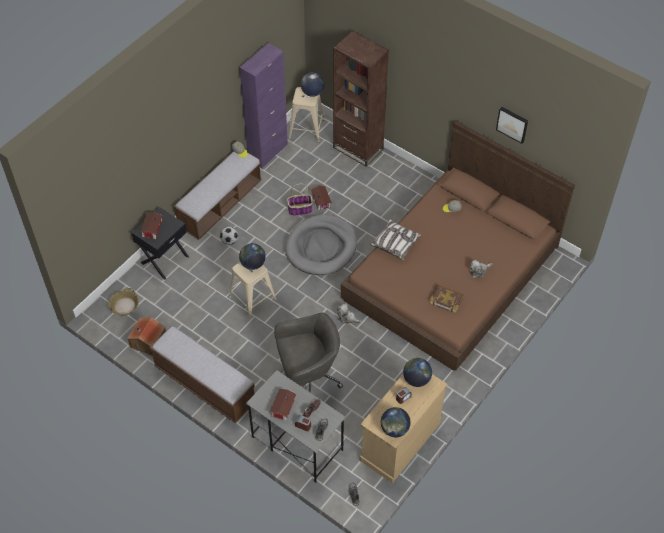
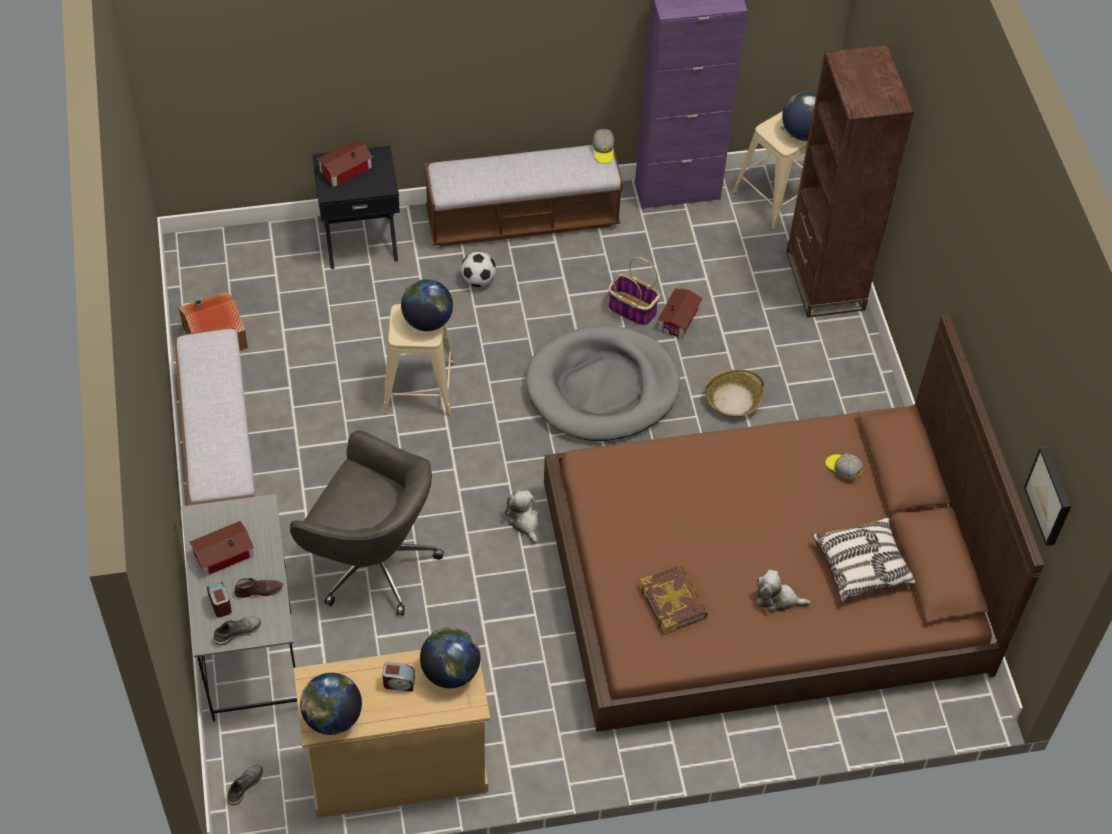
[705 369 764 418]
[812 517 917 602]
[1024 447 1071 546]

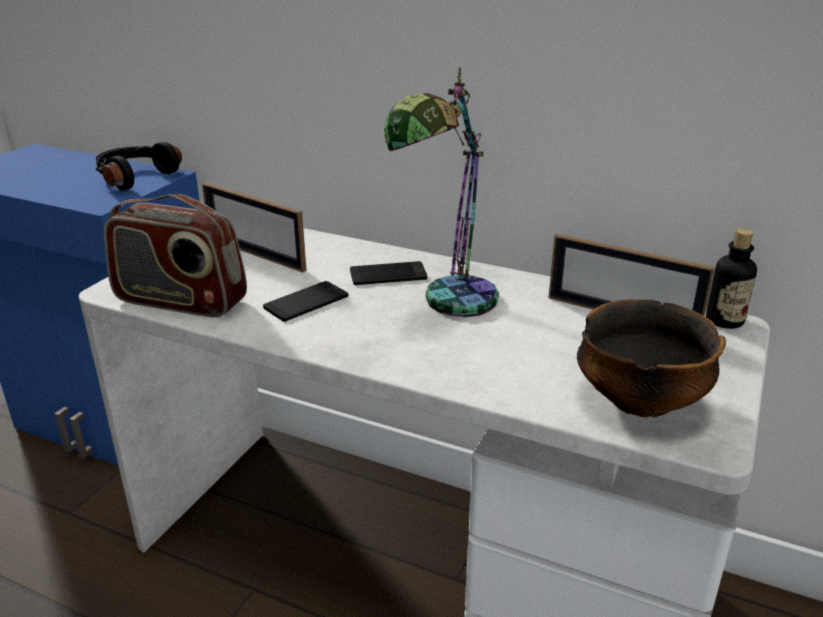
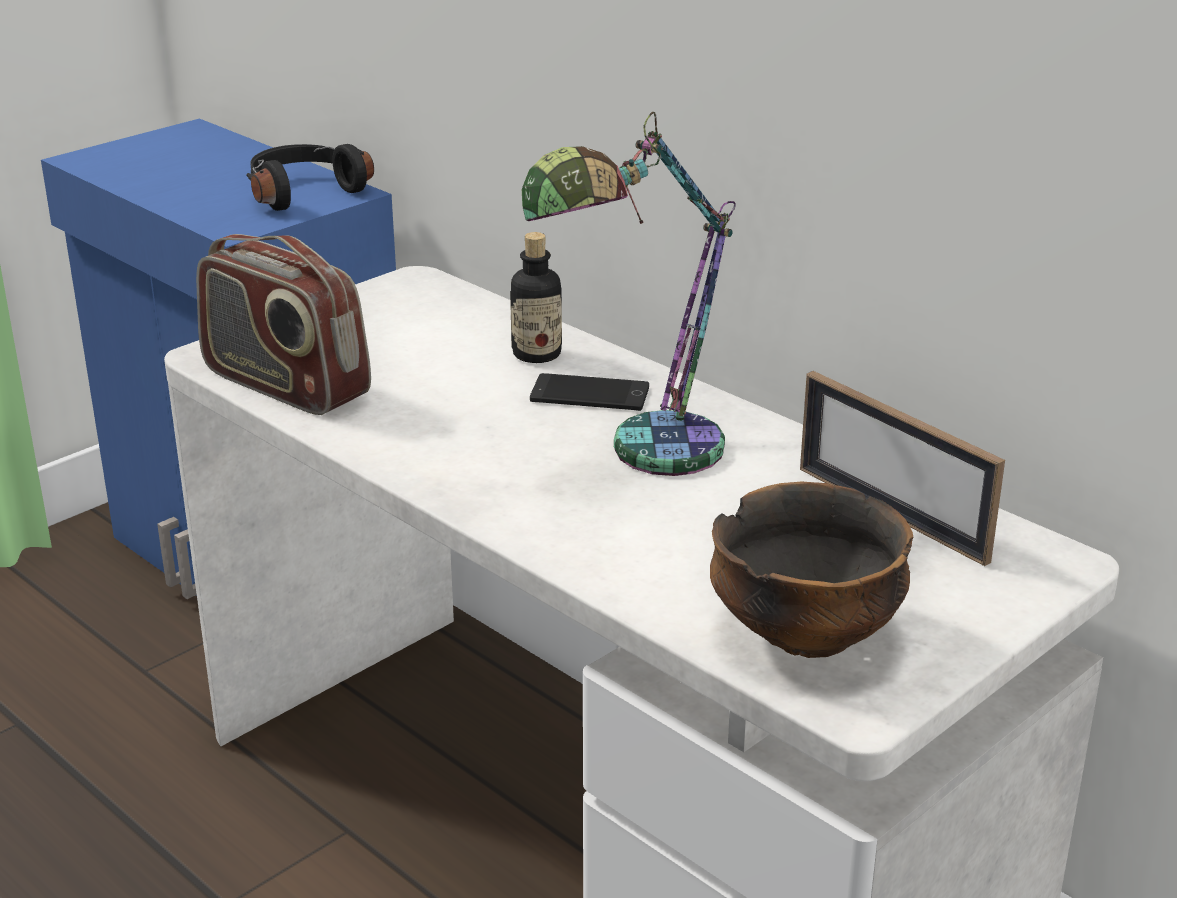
[202 182 306 273] (first image)
[263 281 349 322] (first image)
[510 232 562 363]

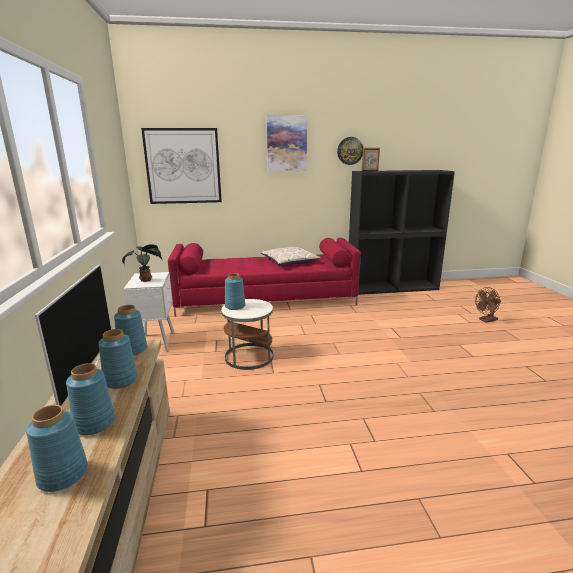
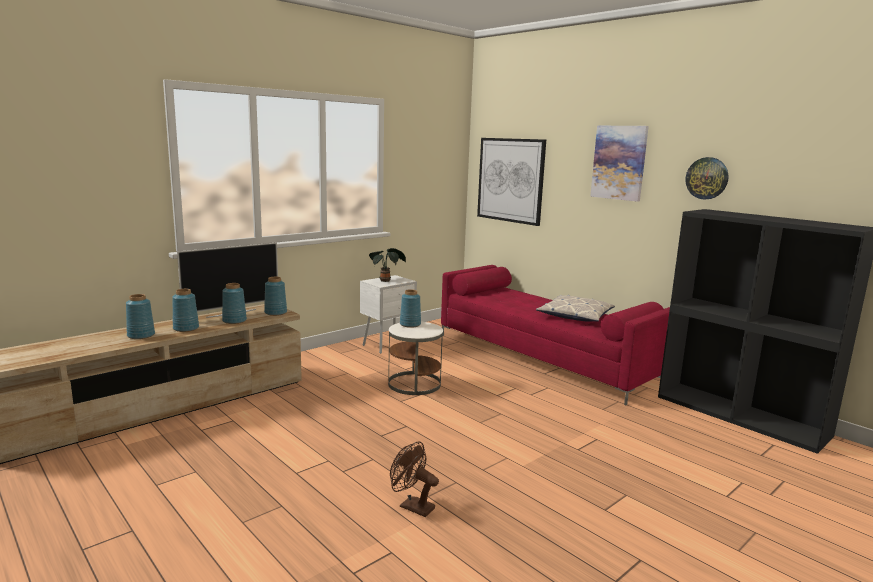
[362 148 380 171] (first image)
[390 442 439 517]

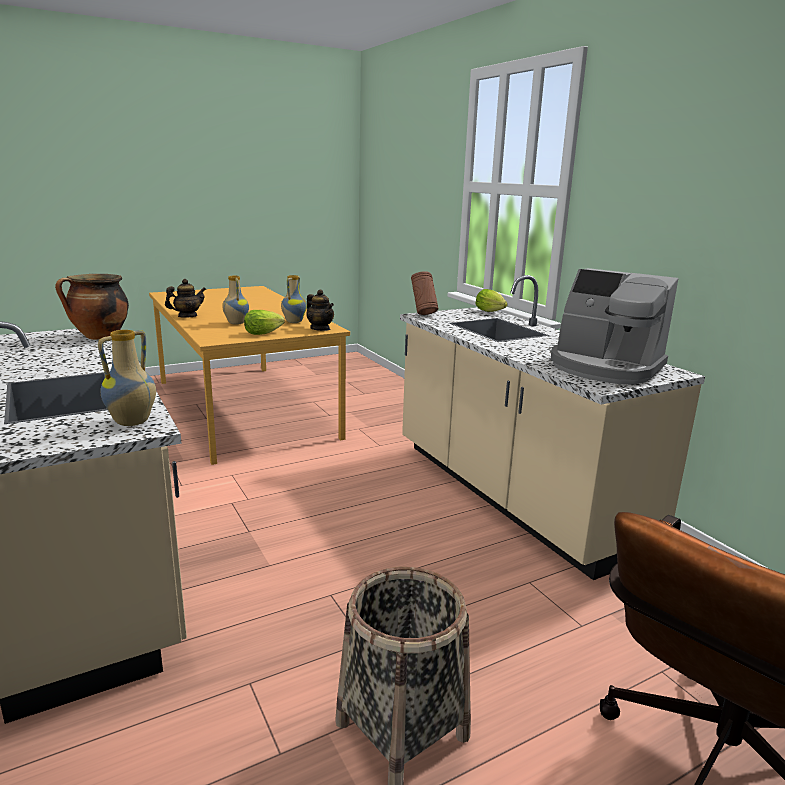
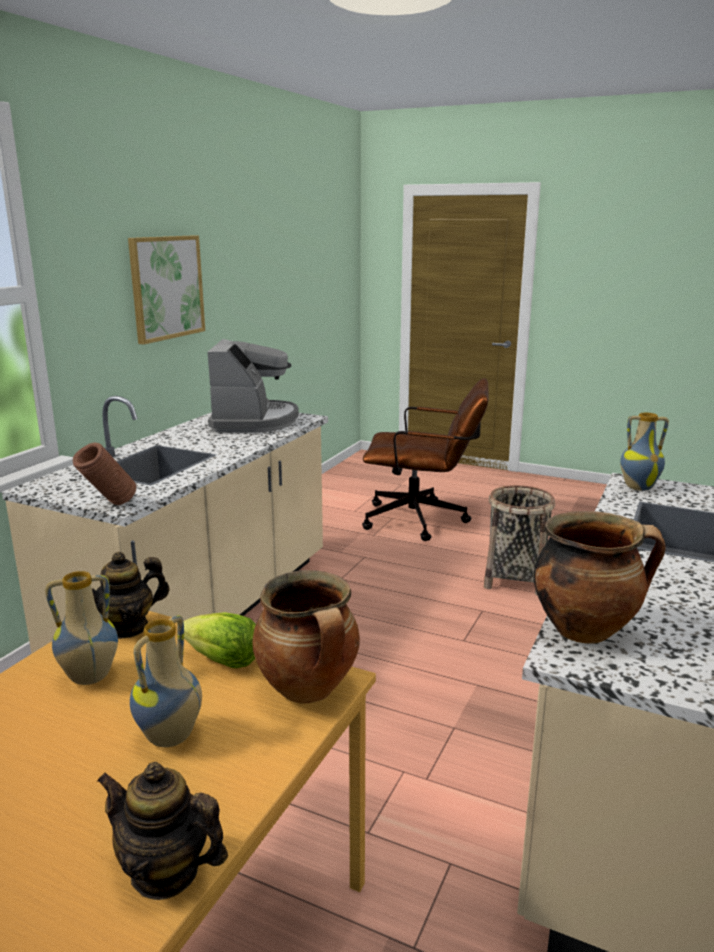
[92 552 170 639]
[475 289 508 312] (first image)
[128 235 205 344]
[252 570 360 704]

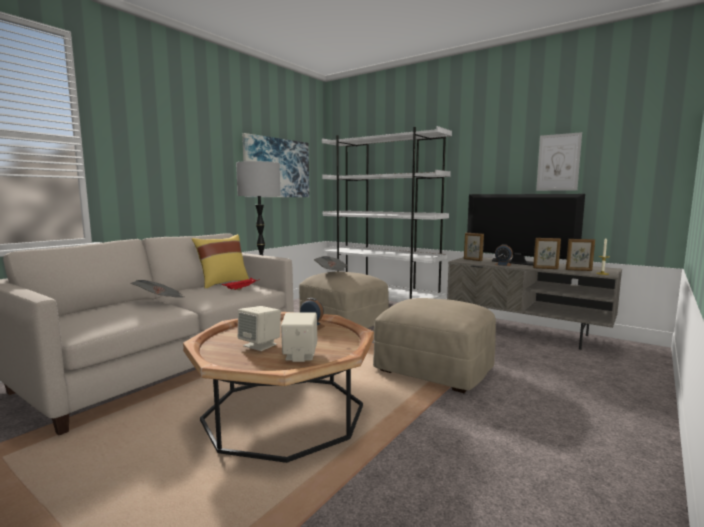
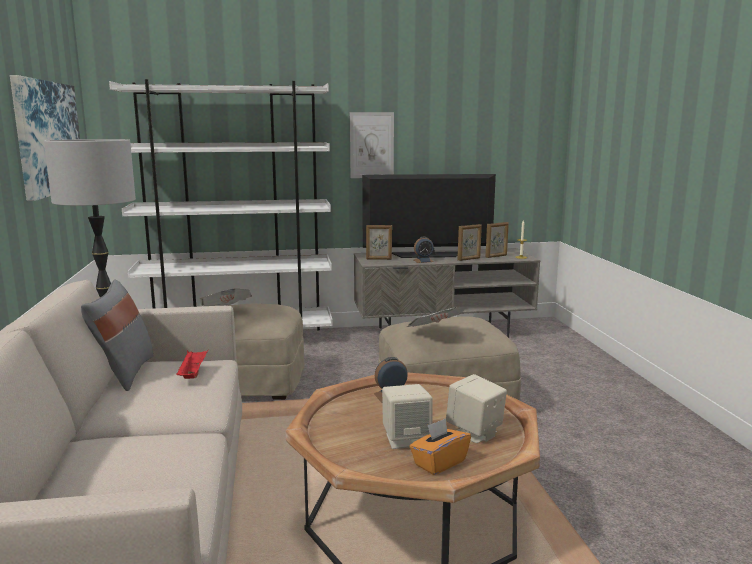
[407 307 467 327]
[81 280 153 391]
[350 112 394 178]
[409 418 471 475]

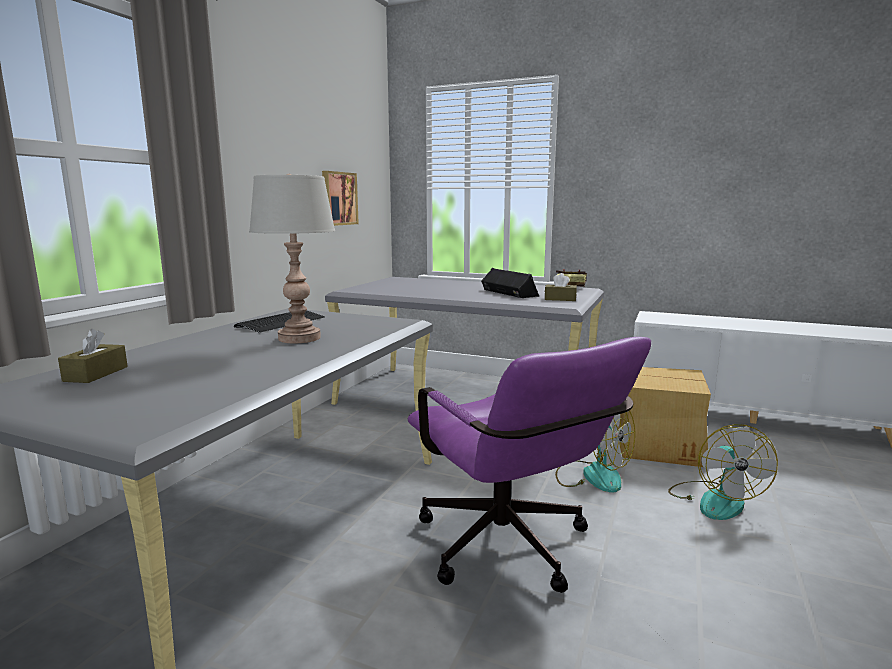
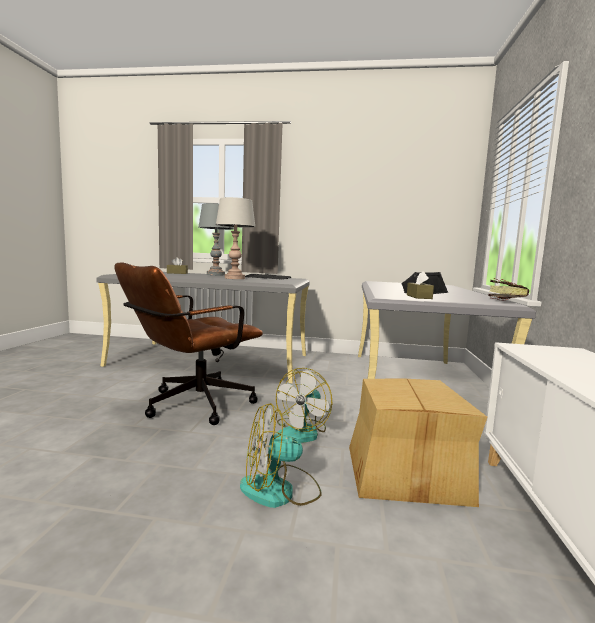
[322 171 359 226] (first image)
[114 262 263 425]
[198 203 234 275]

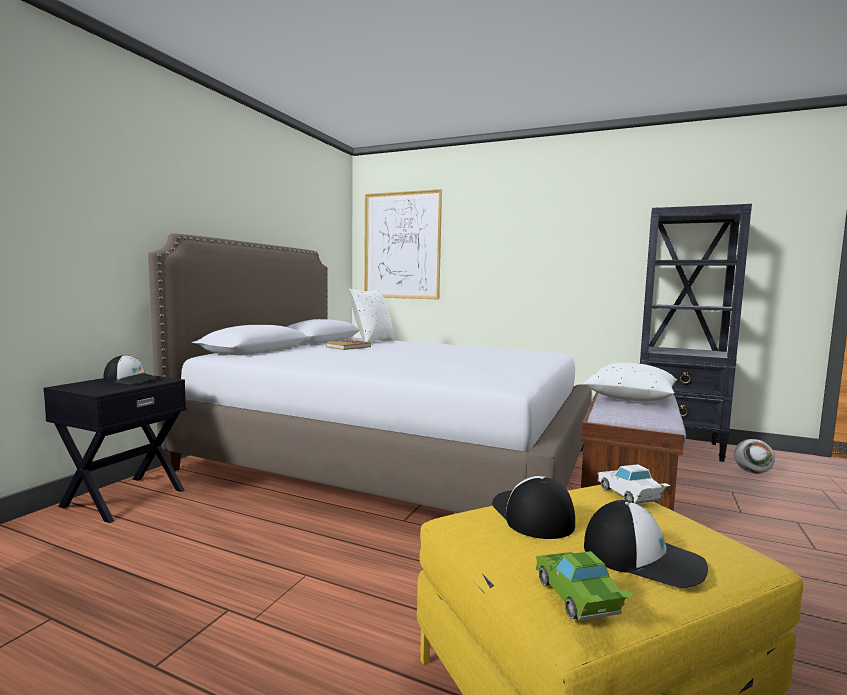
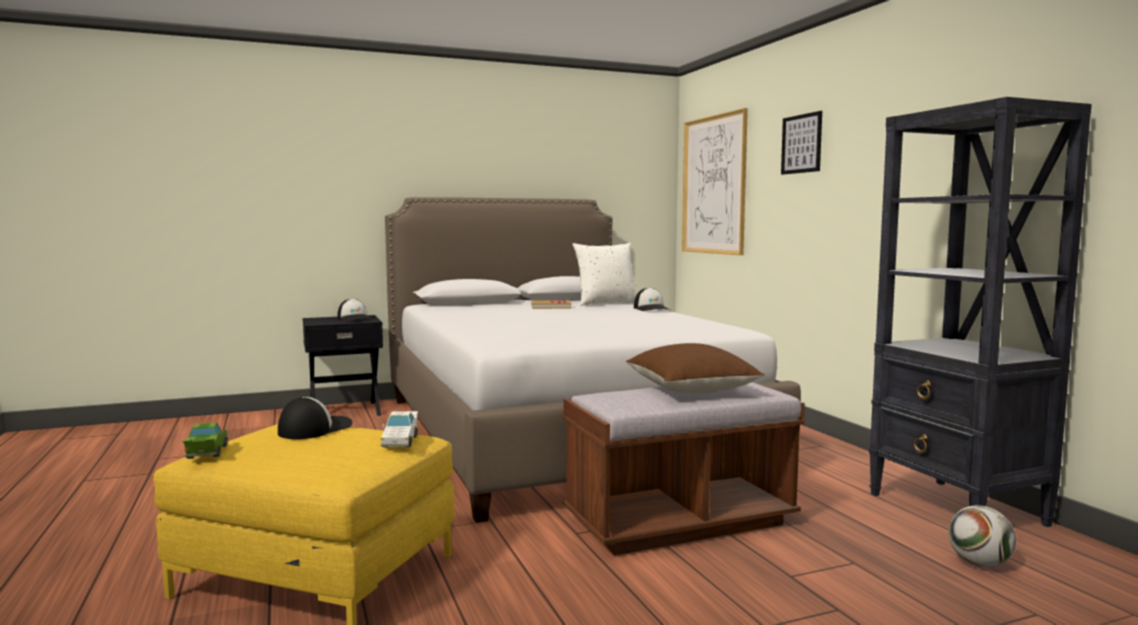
[182 423 228 459]
[626 343 765 394]
[634 288 670 311]
[380 411 418 447]
[781 111 822 175]

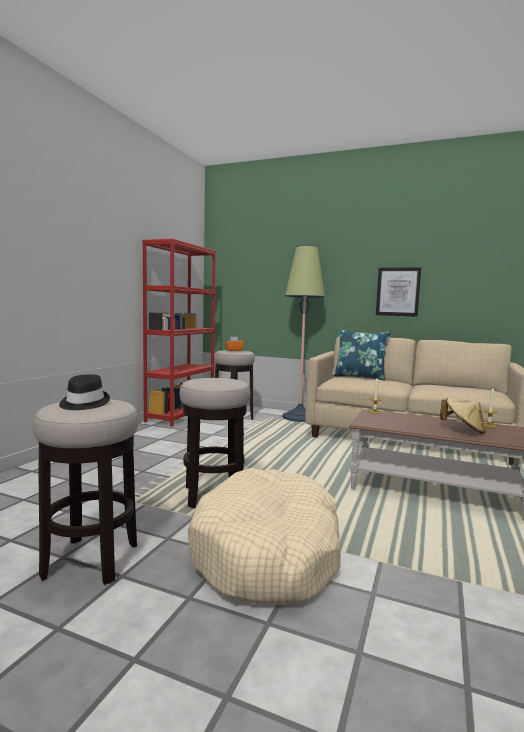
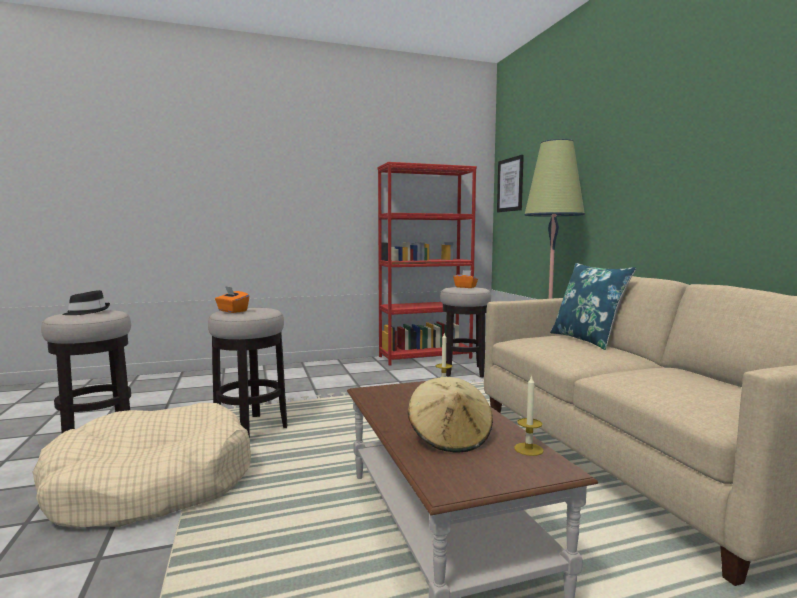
[497 155 524 212]
[215 286 249 313]

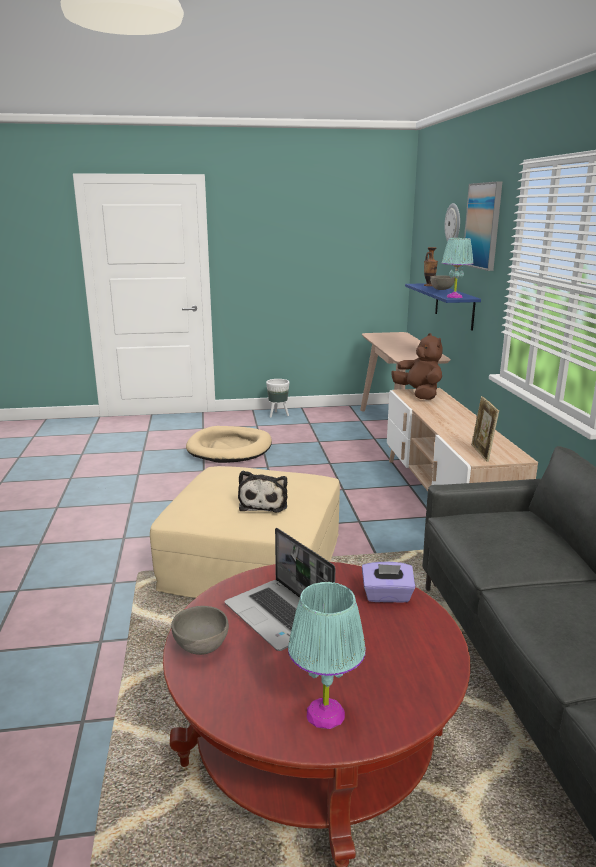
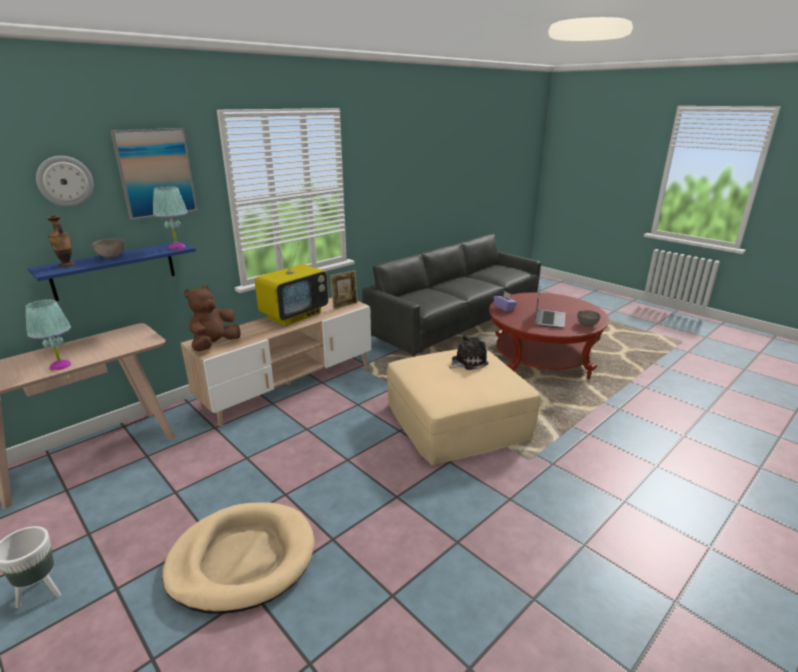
[25 299 71 370]
[255 243 329 326]

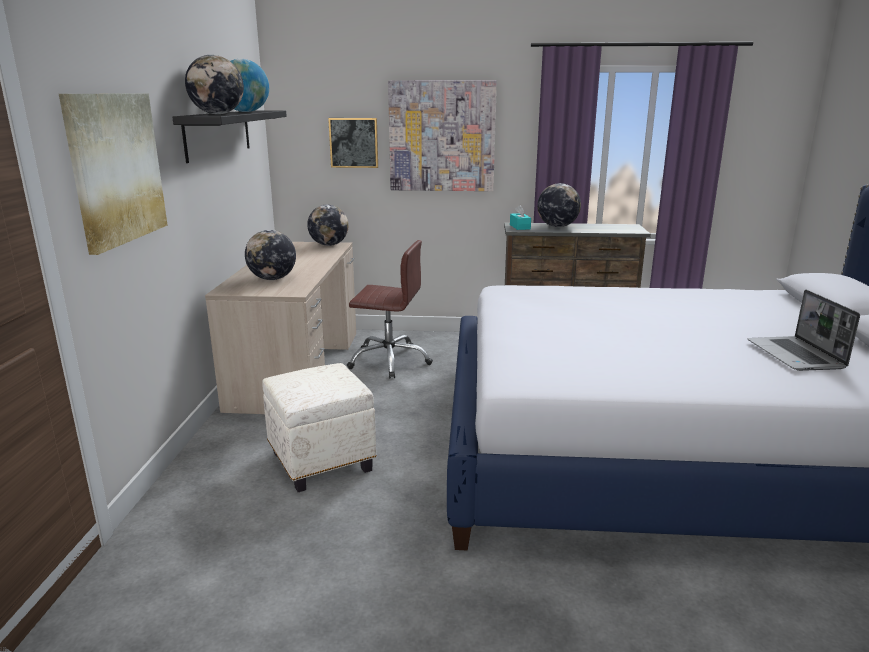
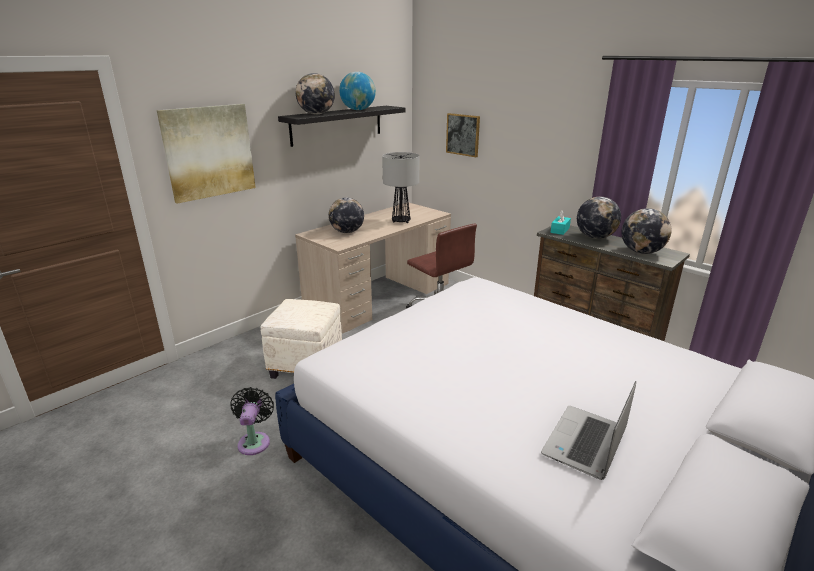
[622 208 671 254]
[388 80 497 191] (first image)
[231 387 274 455]
[382 152 420 223]

